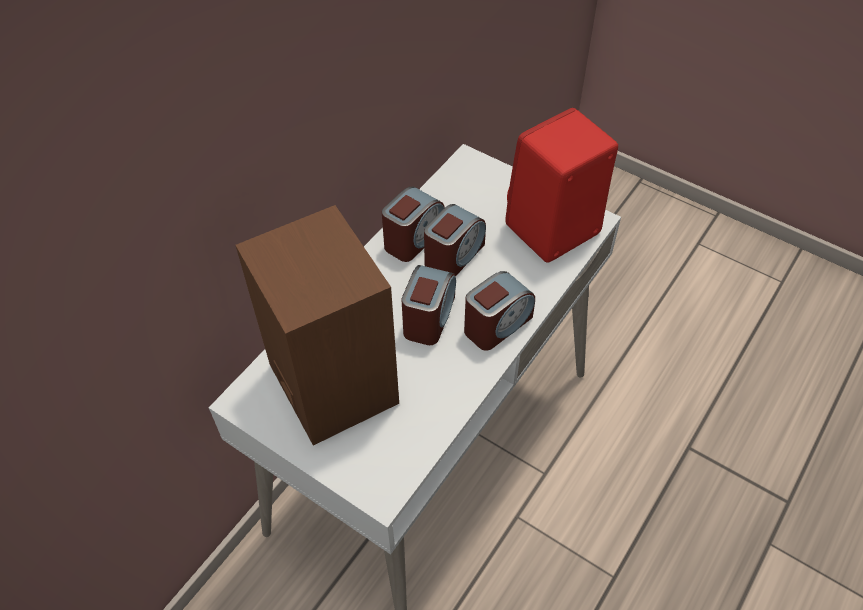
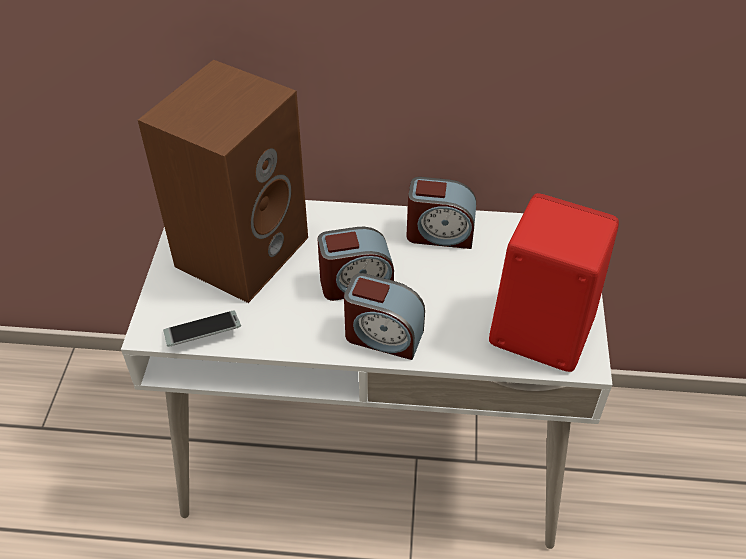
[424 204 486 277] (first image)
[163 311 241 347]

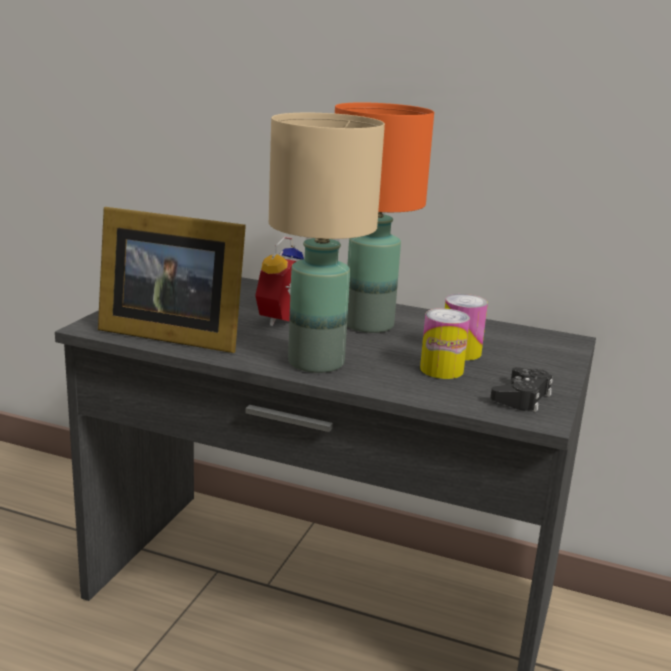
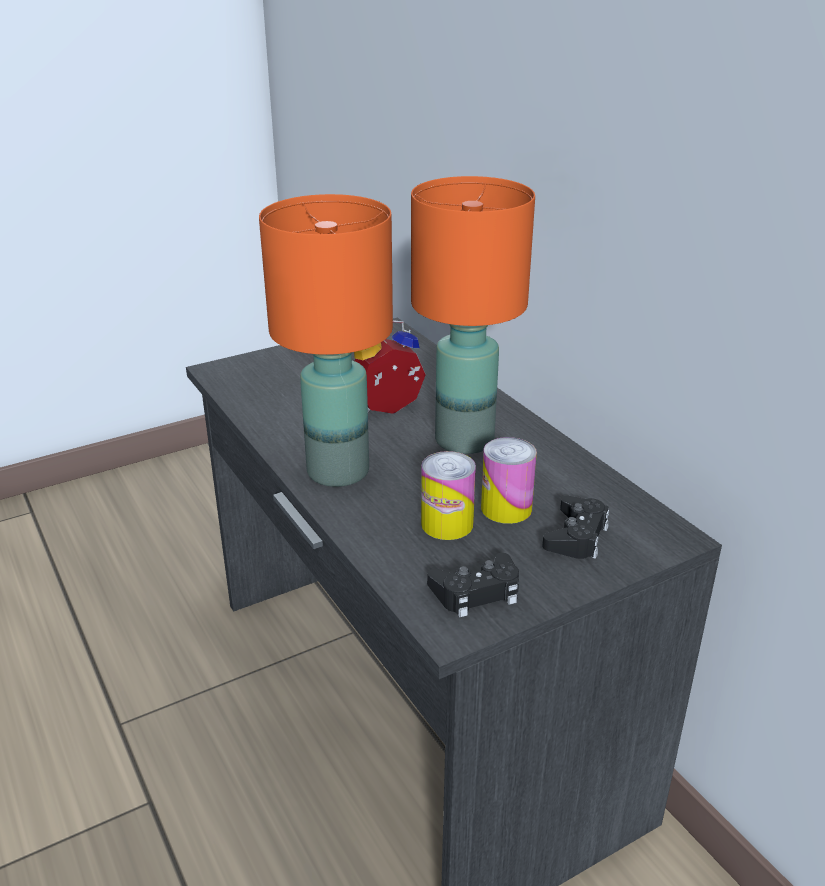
[98 207 246 353] (first image)
[259 194 393 487]
[542 496 609 559]

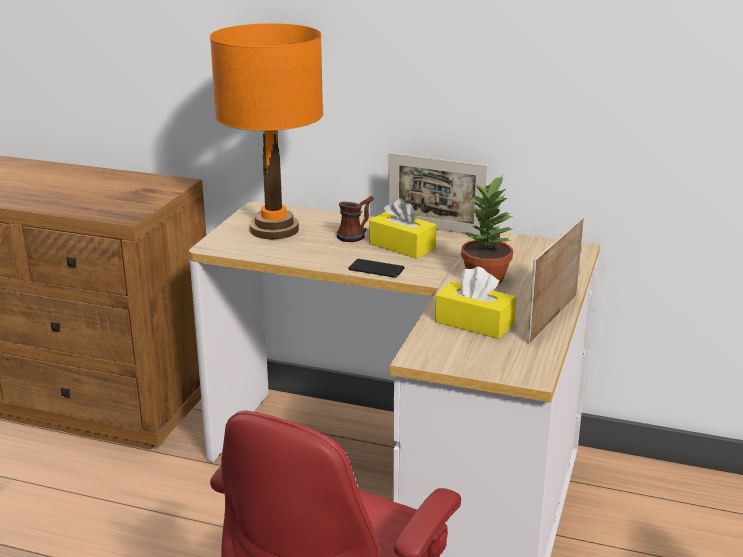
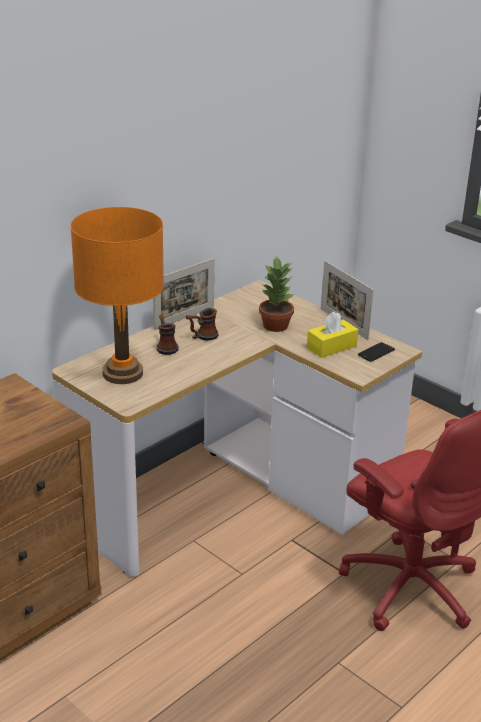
[358 342 395 362]
[186 308 219 341]

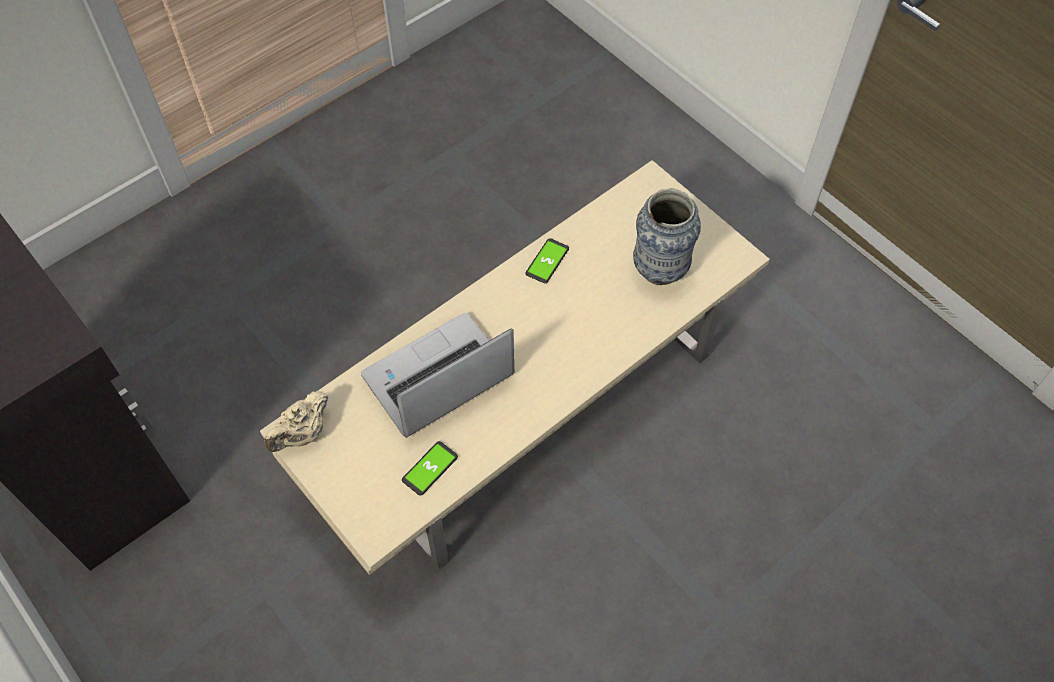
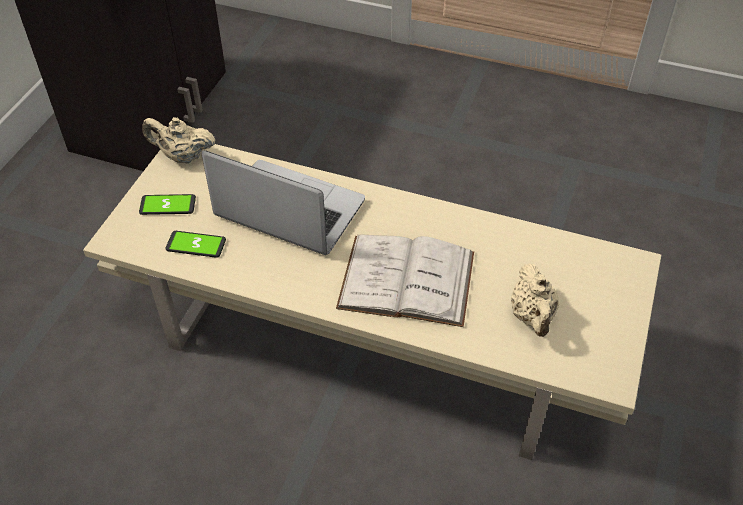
[139 194 196 215]
[511 263 559 337]
[336 234 474 327]

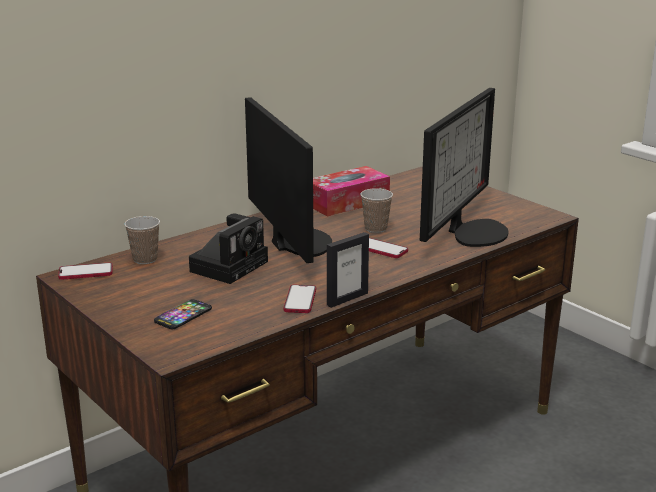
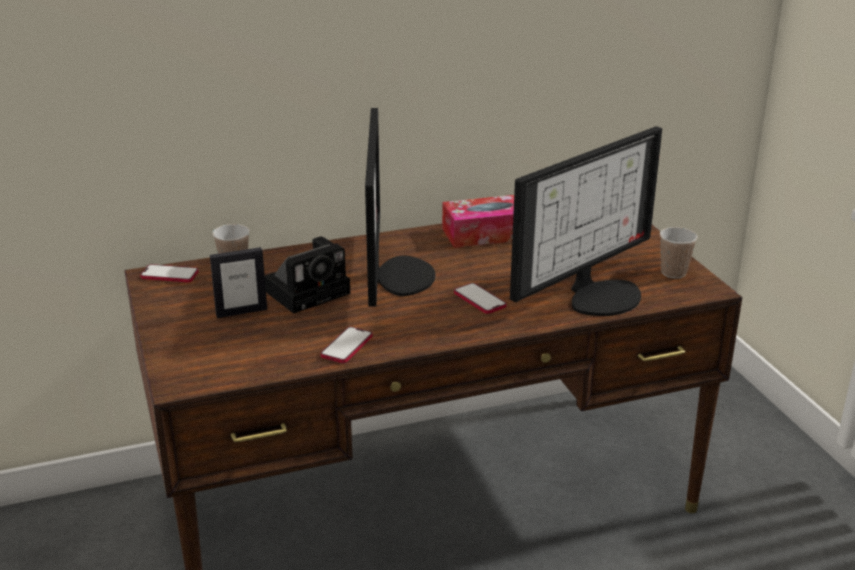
[154 299 212 329] (first image)
[210 247 267 318]
[660 227 697 278]

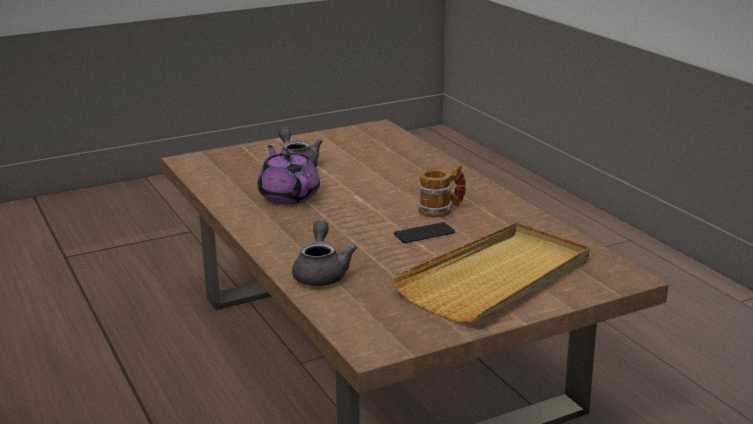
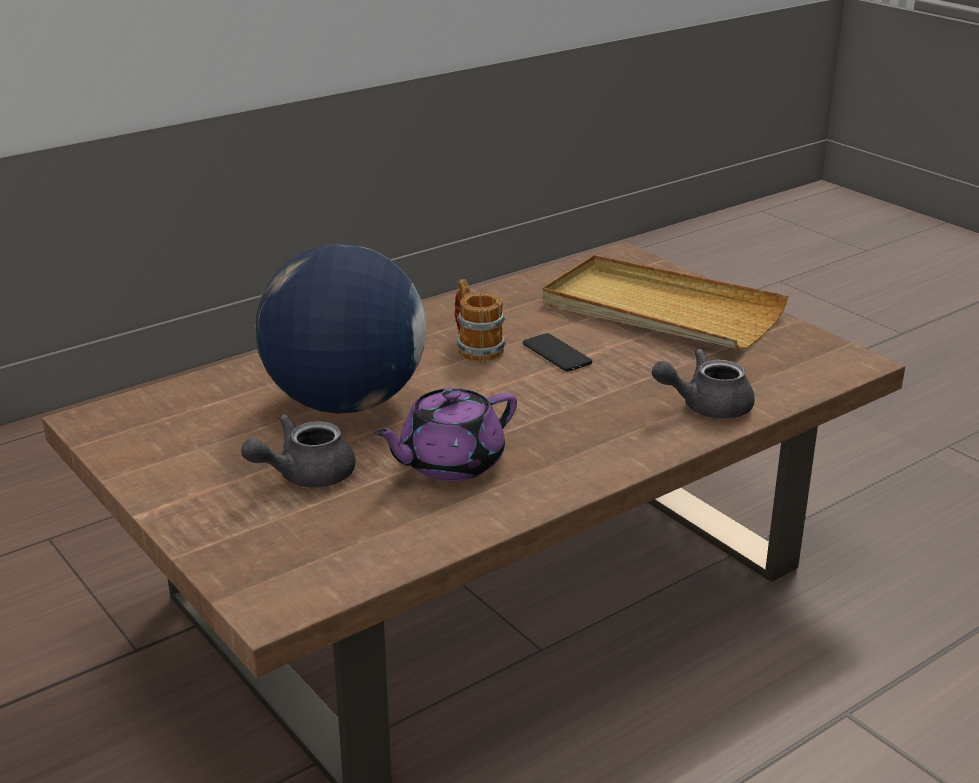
[255 243 426 414]

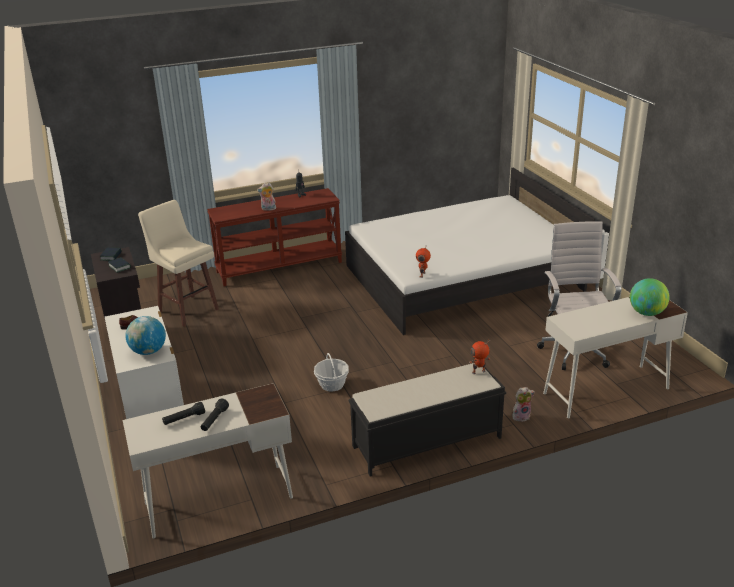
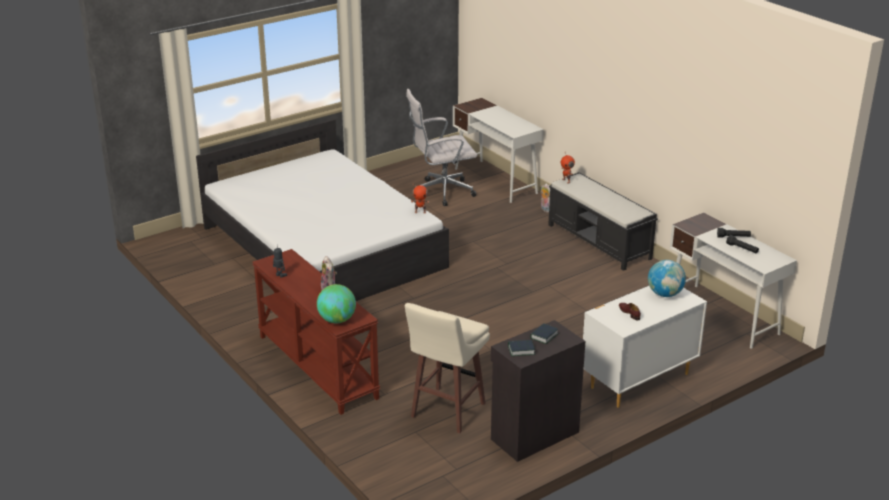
[314 353 349 392] (first image)
[317 284 356 323]

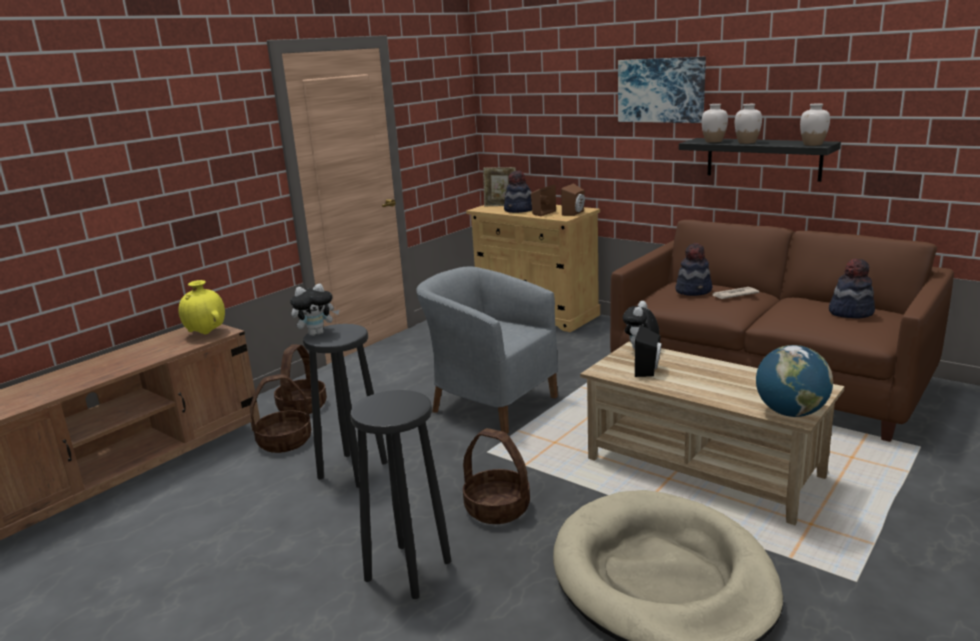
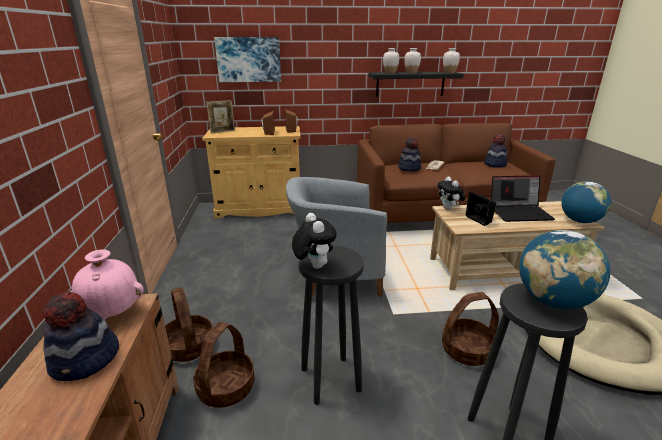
[71 250 144 320]
[292 213 337 269]
[43 291 119 381]
[214 37 281 82]
[491 175 555 222]
[519 230 610 309]

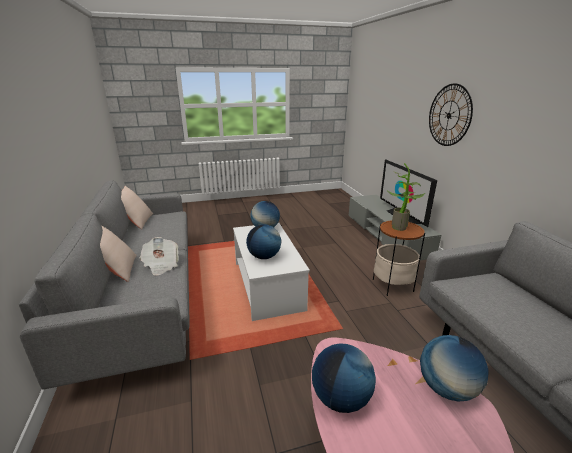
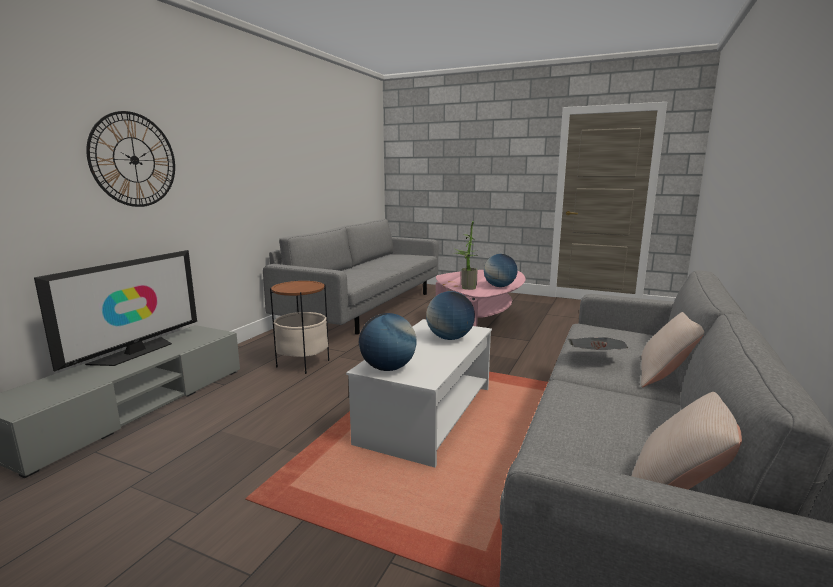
[455 221 479 290]
[420 335 488 401] (first image)

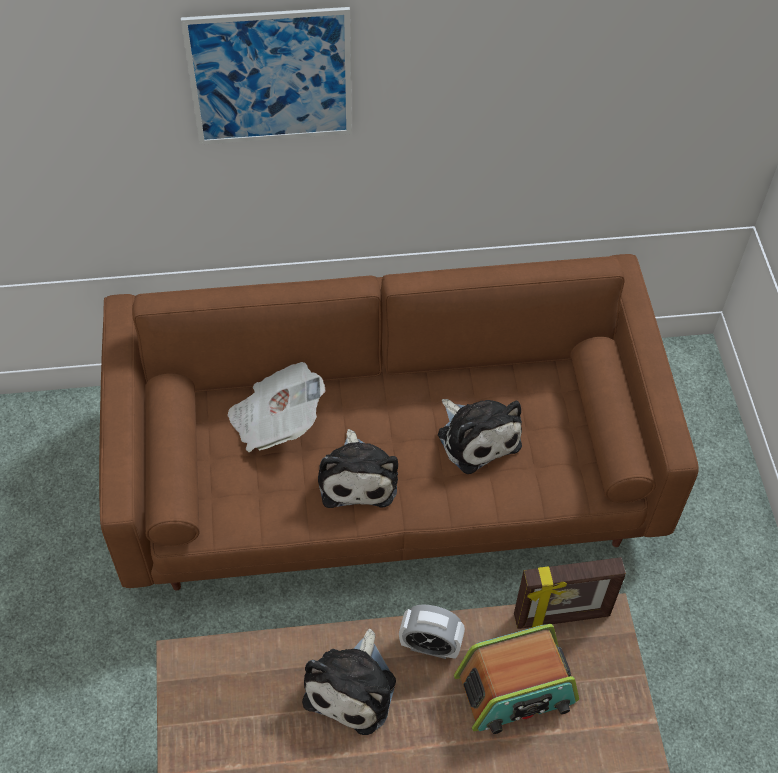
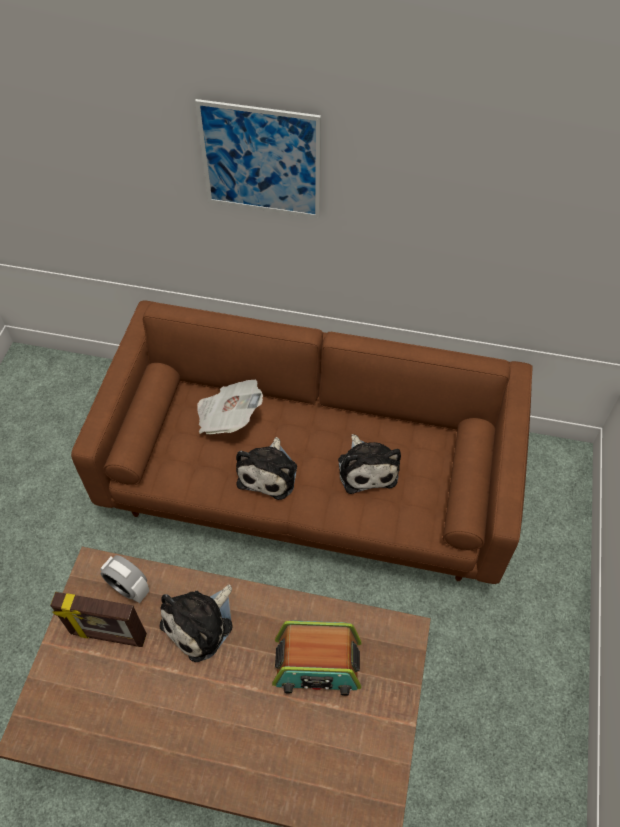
[100 555 149 603]
[50 592 147 647]

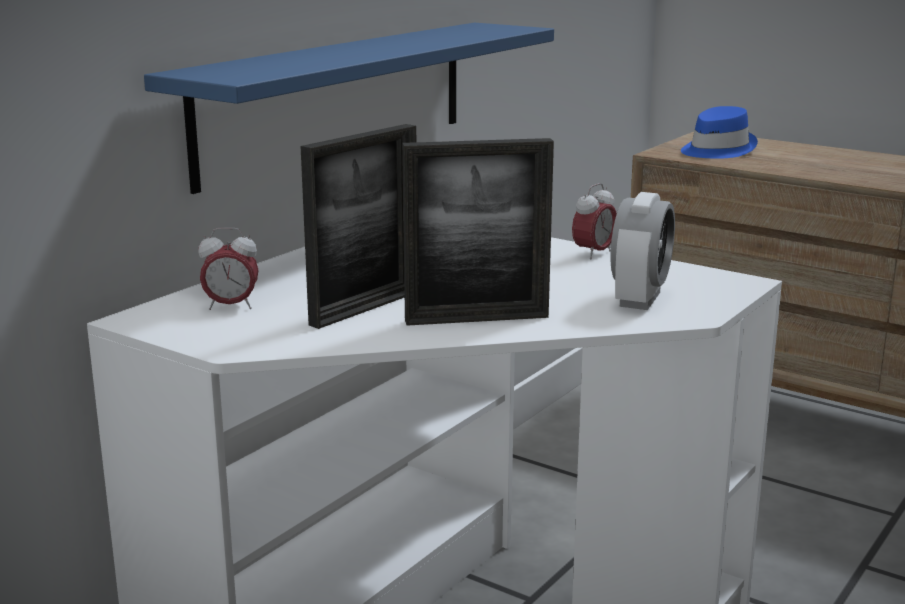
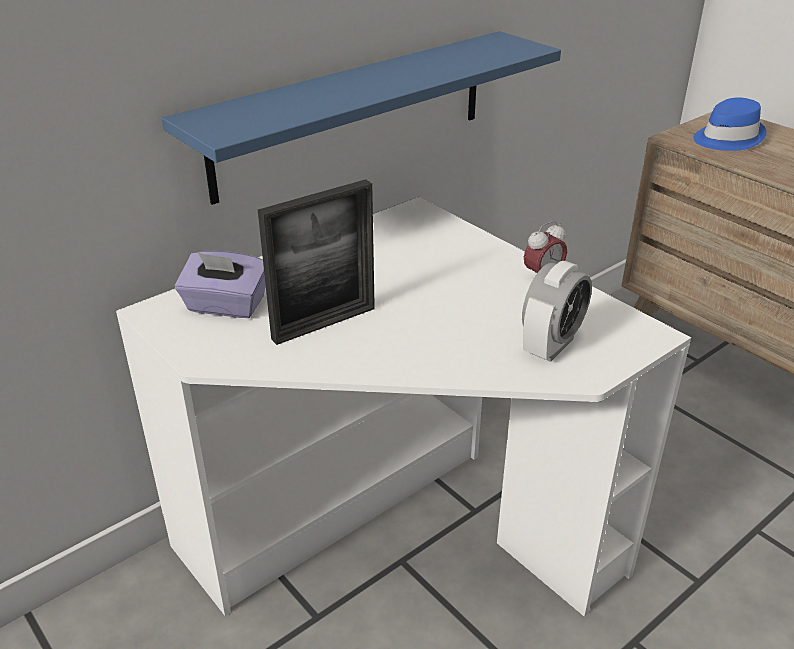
[175 251 266 318]
[402 138 554 326] (first image)

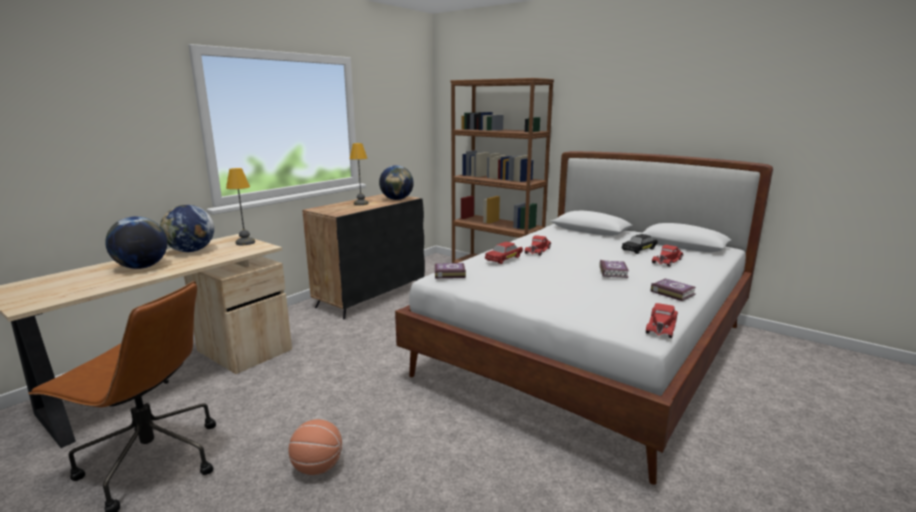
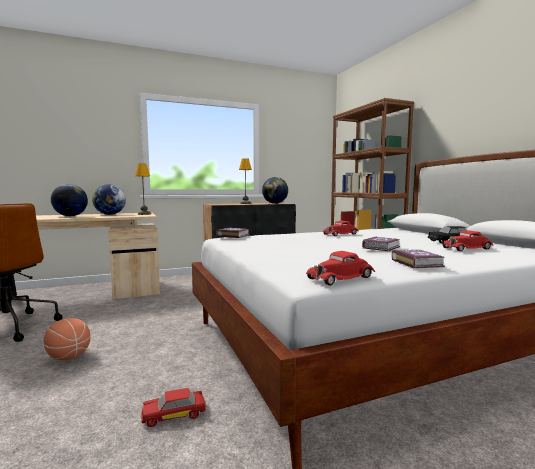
[141 388 206 427]

